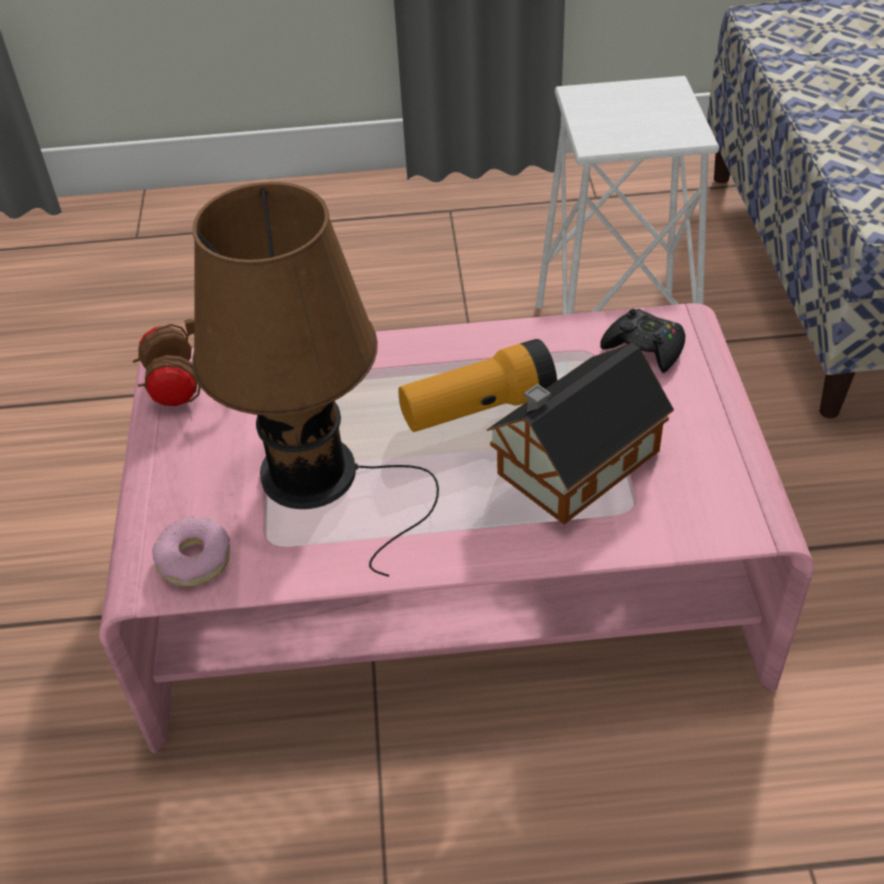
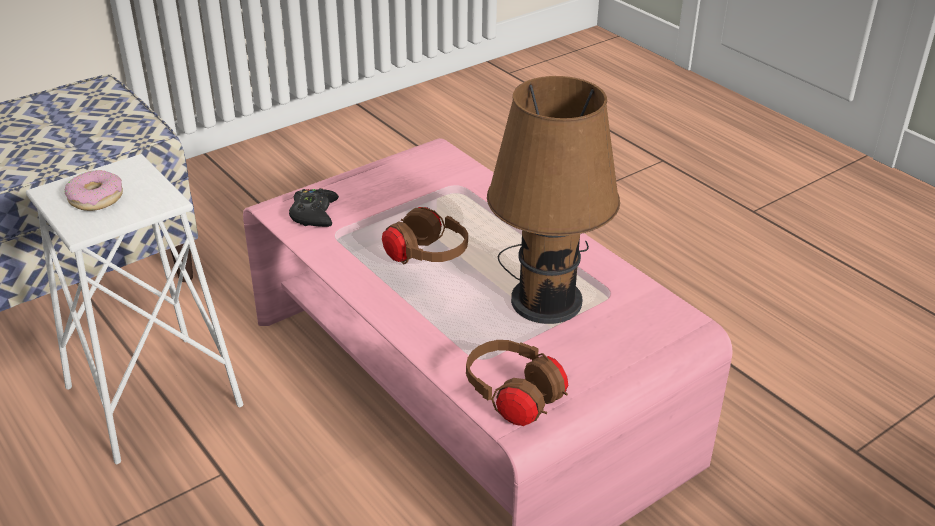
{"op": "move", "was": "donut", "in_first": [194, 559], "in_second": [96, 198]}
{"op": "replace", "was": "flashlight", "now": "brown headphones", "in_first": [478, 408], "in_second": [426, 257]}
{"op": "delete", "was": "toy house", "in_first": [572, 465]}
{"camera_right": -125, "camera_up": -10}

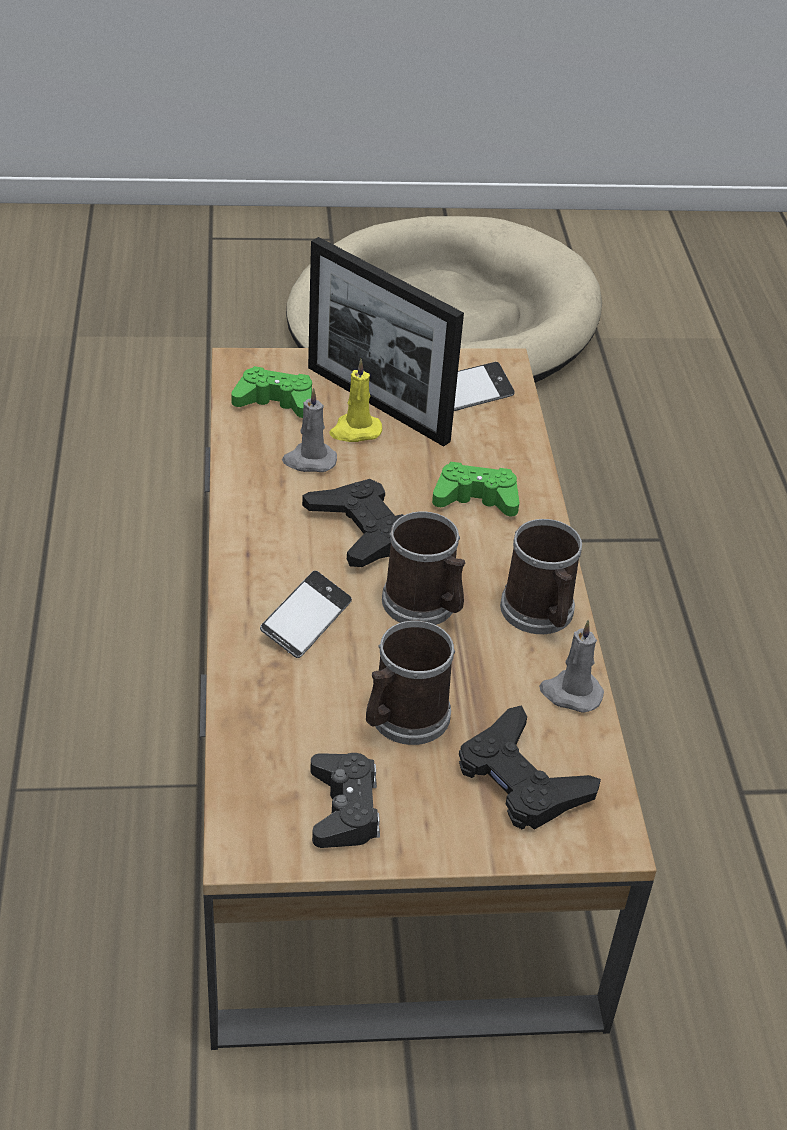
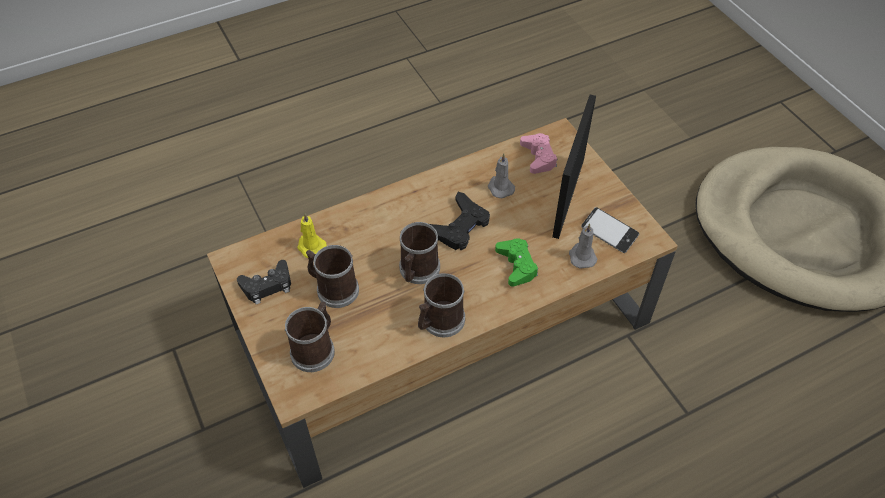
{"op": "recolor", "was": "green game controller", "now": "pink game controller", "in_first": [275, 401], "in_second": [538, 157]}
{"op": "delete", "was": "phone", "in_first": [306, 620]}
{"op": "move", "was": "yellow candle", "in_first": [355, 431], "in_second": [310, 246]}
{"op": "replace", "was": "black game controller", "now": "mug", "in_first": [521, 779], "in_second": [315, 348]}
{"op": "move", "was": "grey candle", "in_first": [570, 693], "in_second": [581, 256]}
{"camera_right": 70, "camera_up": 10}

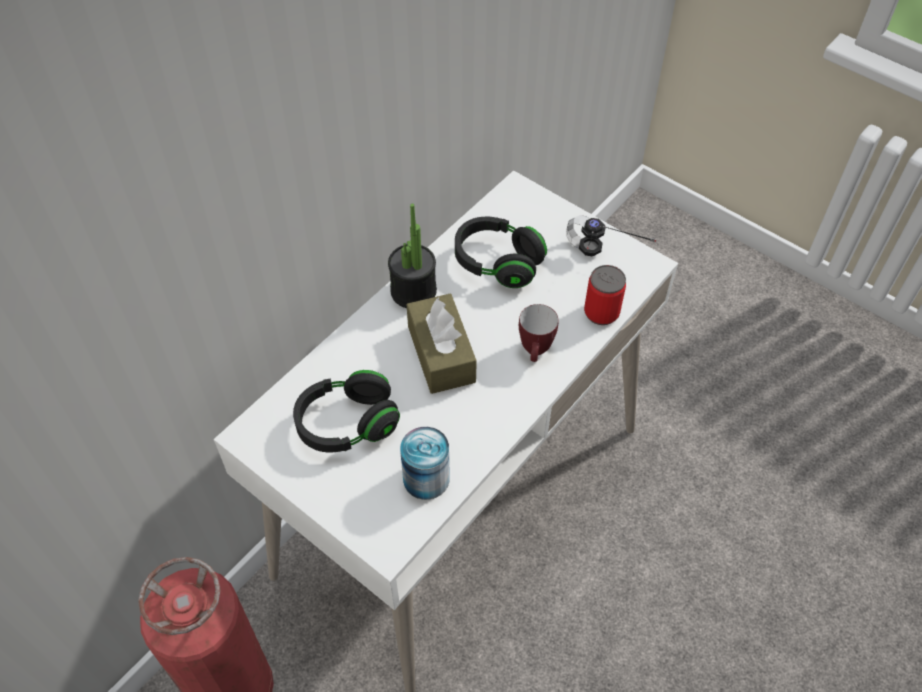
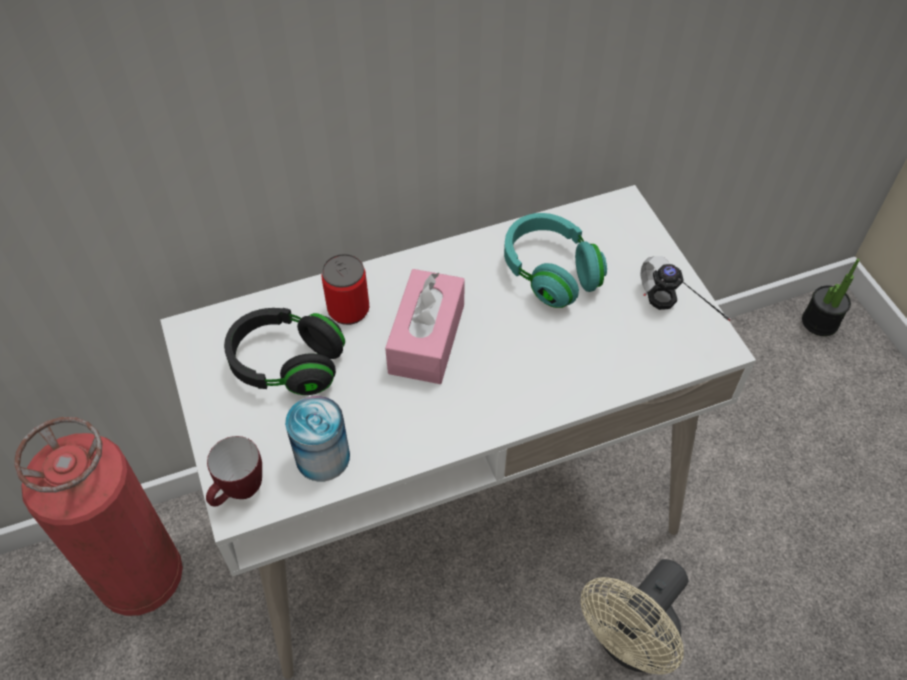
{"op": "move", "was": "potted plant", "in_first": [413, 291], "in_second": [820, 322]}
{"op": "recolor", "was": "brown tissue box", "now": "pink tissue box", "in_first": [441, 354], "in_second": [427, 338]}
{"op": "recolor", "was": "black headphones", "now": "turquoise headphones", "in_first": [498, 263], "in_second": [550, 272]}
{"op": "move", "was": "mug", "in_first": [535, 352], "in_second": [240, 494]}
{"op": "move", "was": "can", "in_first": [601, 312], "in_second": [348, 310]}
{"op": "insert", "now": "beige fan", "in_second": [629, 643]}
{"camera_right": 30, "camera_up": 0}

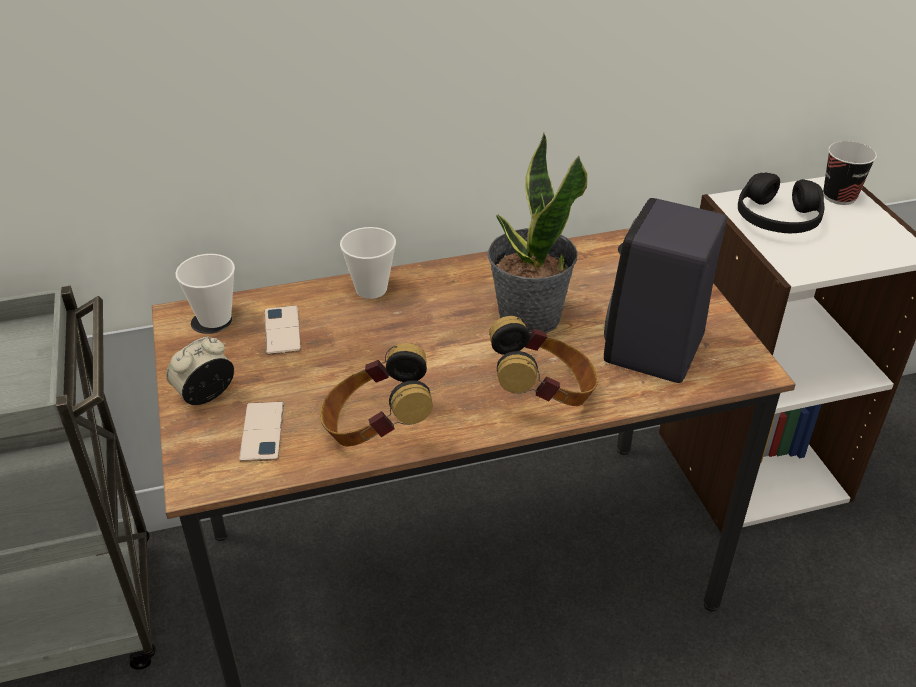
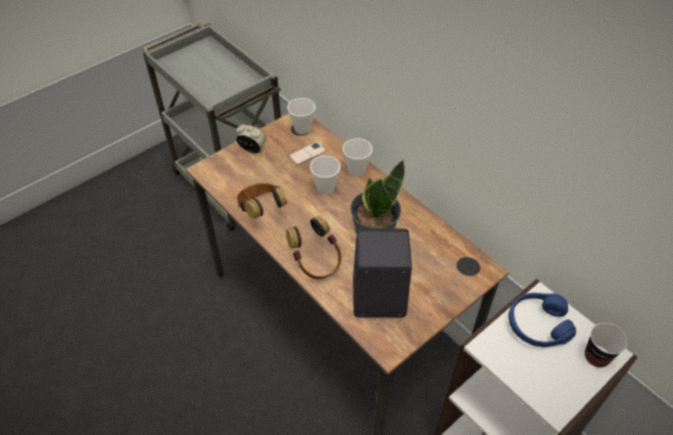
{"op": "delete", "was": "phone", "in_first": [262, 432]}
{"op": "recolor", "was": "black headphones", "now": "blue headphones", "in_first": [777, 218], "in_second": [537, 325]}
{"op": "insert", "now": "cup", "in_second": [325, 188]}
{"camera_right": 65, "camera_up": 10}

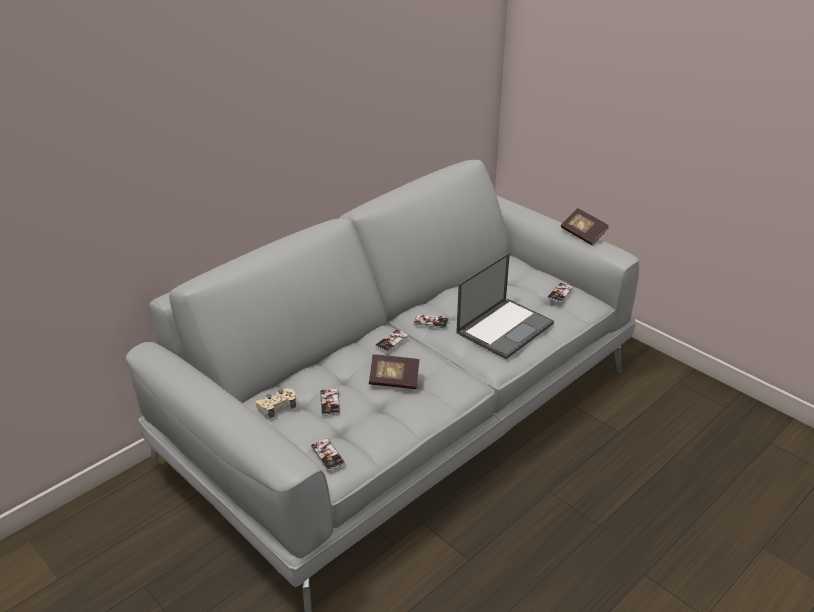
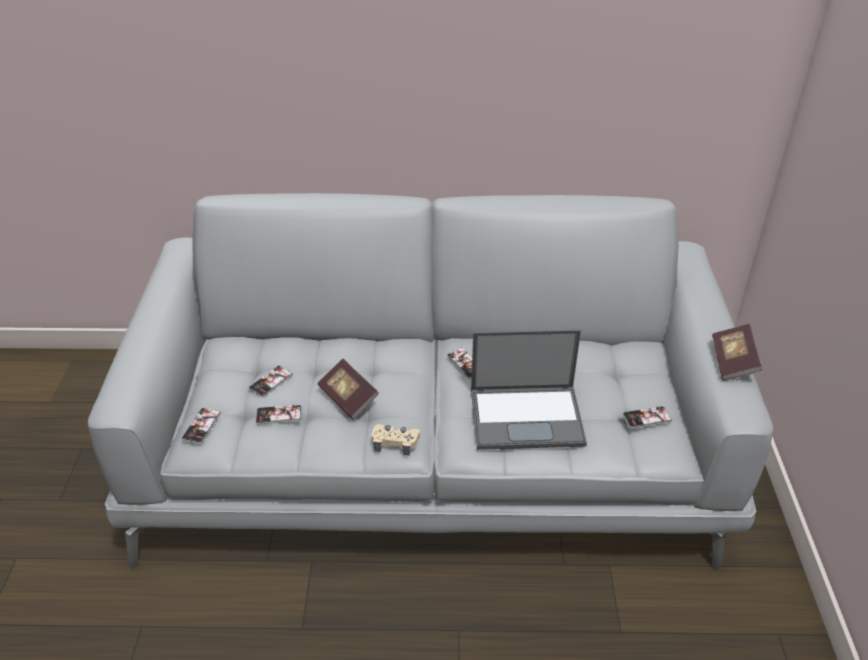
{"op": "move", "was": "beige game controller", "in_first": [277, 405], "in_second": [395, 442]}
{"op": "move", "was": "phone", "in_first": [392, 341], "in_second": [279, 415]}
{"camera_right": 45, "camera_up": 5}

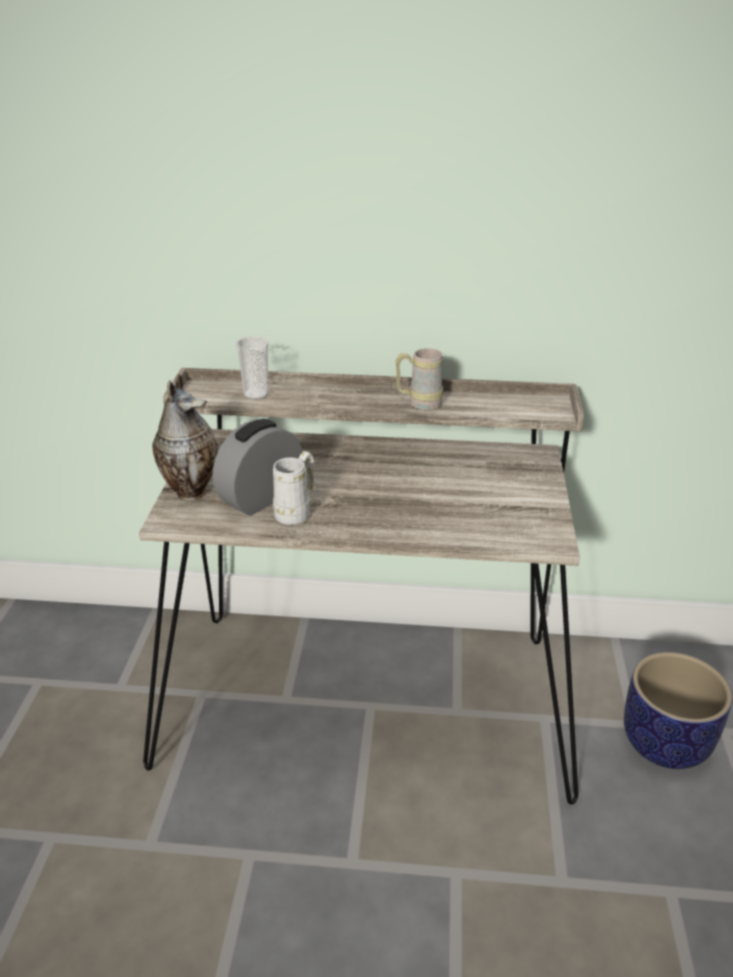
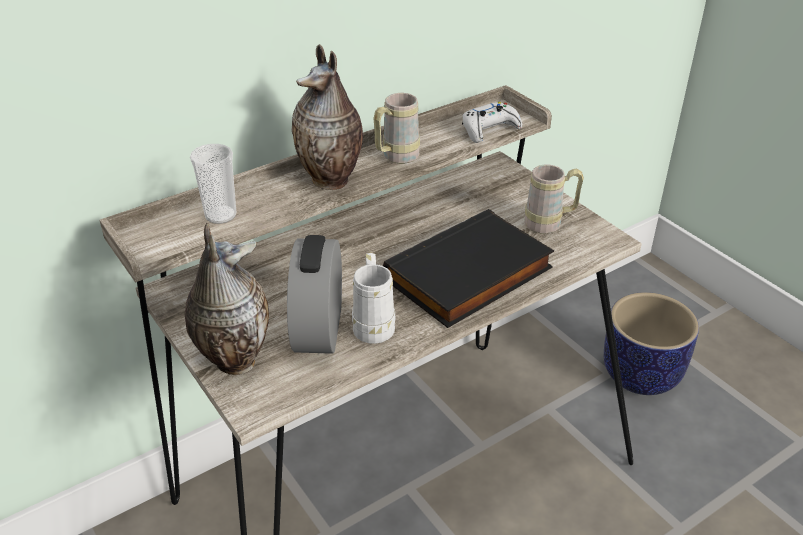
{"op": "insert", "now": "vase", "in_second": [332, 181]}
{"op": "insert", "now": "black book", "in_second": [470, 276]}
{"op": "insert", "now": "white game controller", "in_second": [489, 129]}
{"op": "insert", "now": "beige mug", "in_second": [550, 224]}
{"camera_right": -40, "camera_up": 5}

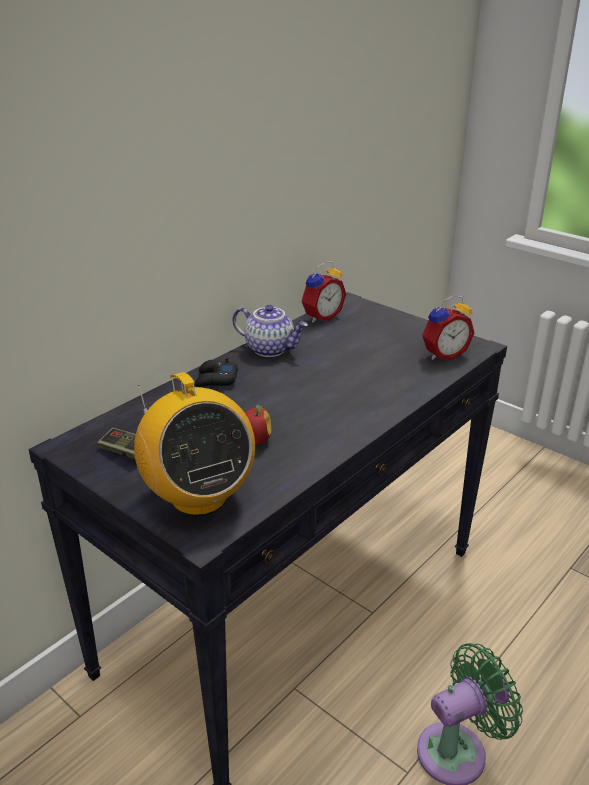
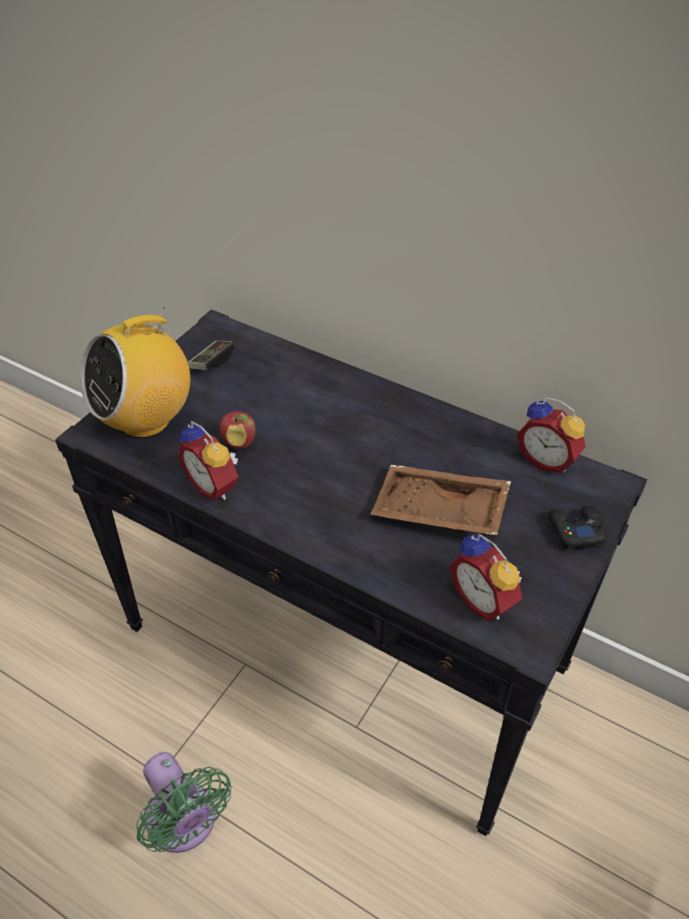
{"op": "move", "was": "black game controller", "in_first": [216, 379], "in_second": [575, 530]}
{"op": "delete", "was": "teapot", "in_first": [270, 349]}
{"op": "insert", "now": "alarm clock", "in_second": [215, 485]}
{"op": "insert", "now": "brown tray", "in_second": [438, 512]}
{"camera_right": 80, "camera_up": 15}

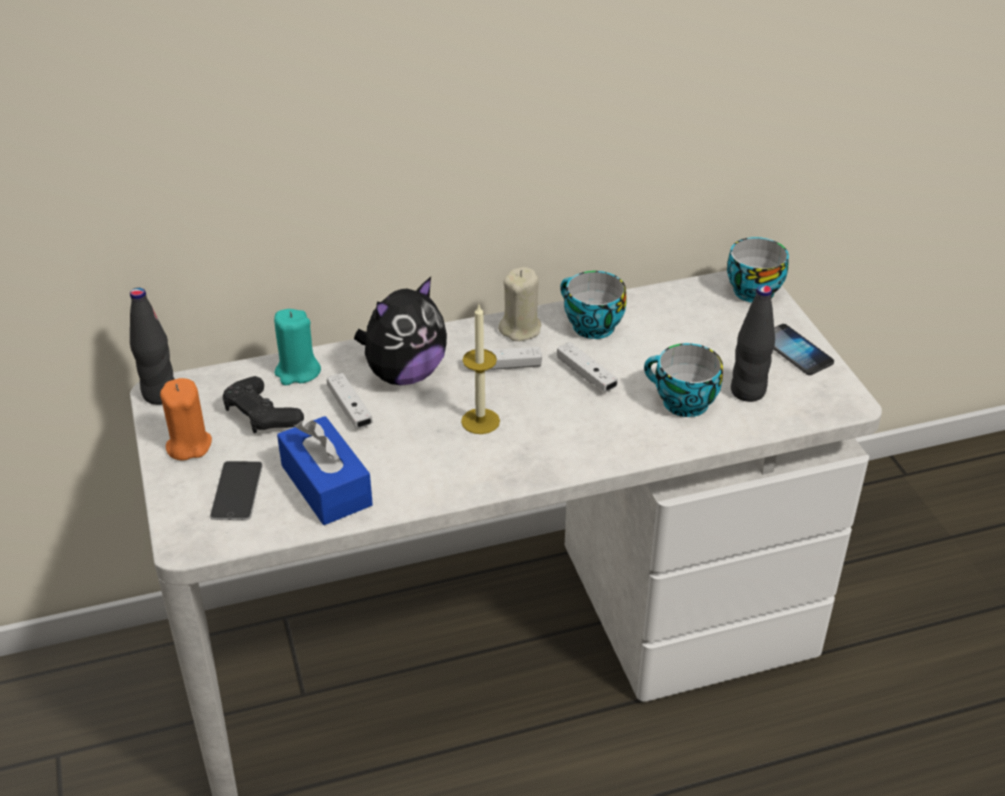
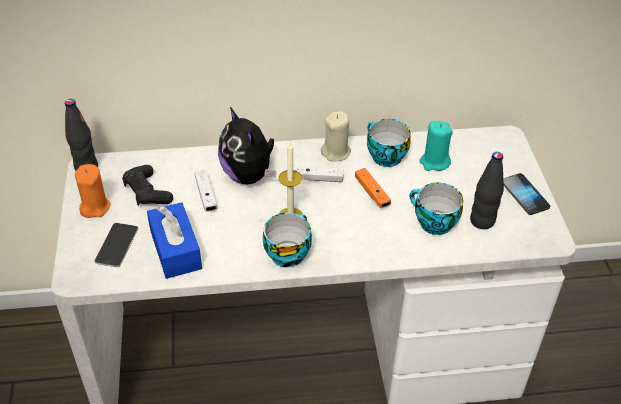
{"op": "move", "was": "turquoise candle", "in_first": [297, 372], "in_second": [434, 162]}
{"op": "rotate", "was": "plush toy", "in_first": [404, 374], "in_second": [249, 175], "clockwise": 90}
{"op": "recolor", "was": "white game controller", "now": "orange game controller", "in_first": [586, 375], "in_second": [372, 193]}
{"op": "move", "was": "cup", "in_first": [752, 289], "in_second": [287, 252]}
{"camera_right": 10, "camera_up": 5}

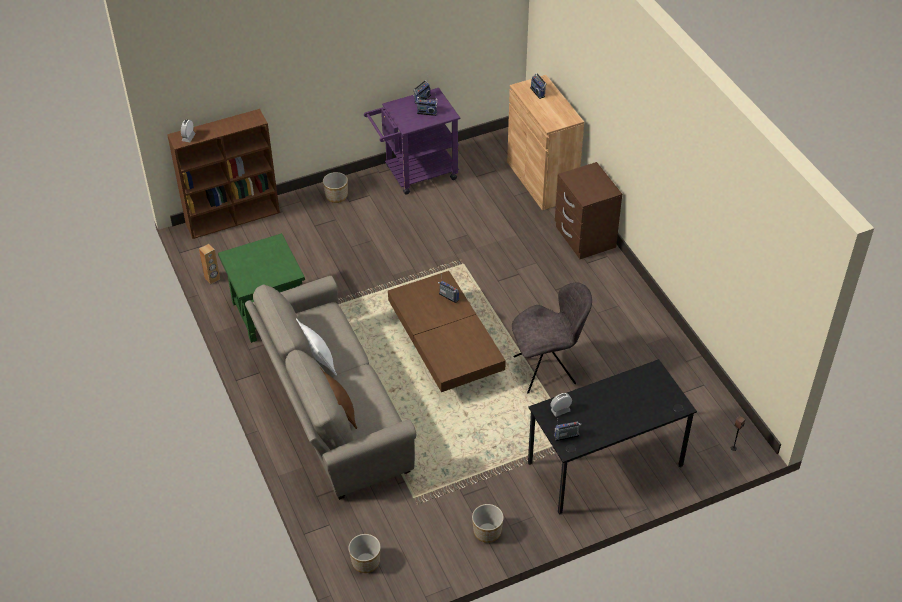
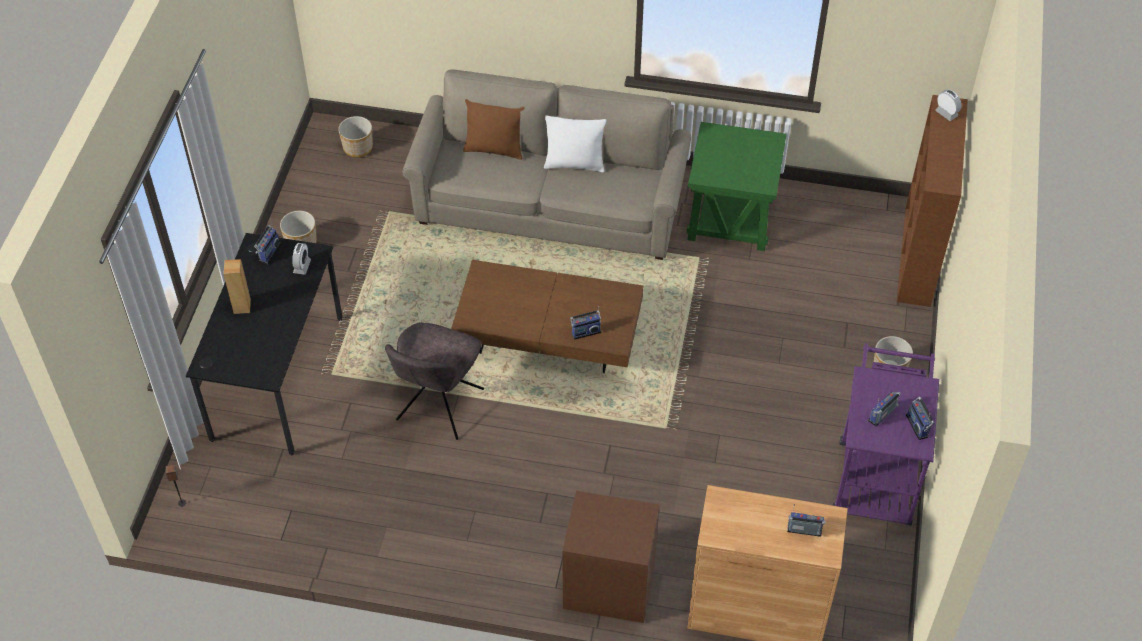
{"op": "move", "was": "brown speaker", "in_first": [212, 279], "in_second": [241, 306]}
{"camera_right": 125, "camera_up": 5}

